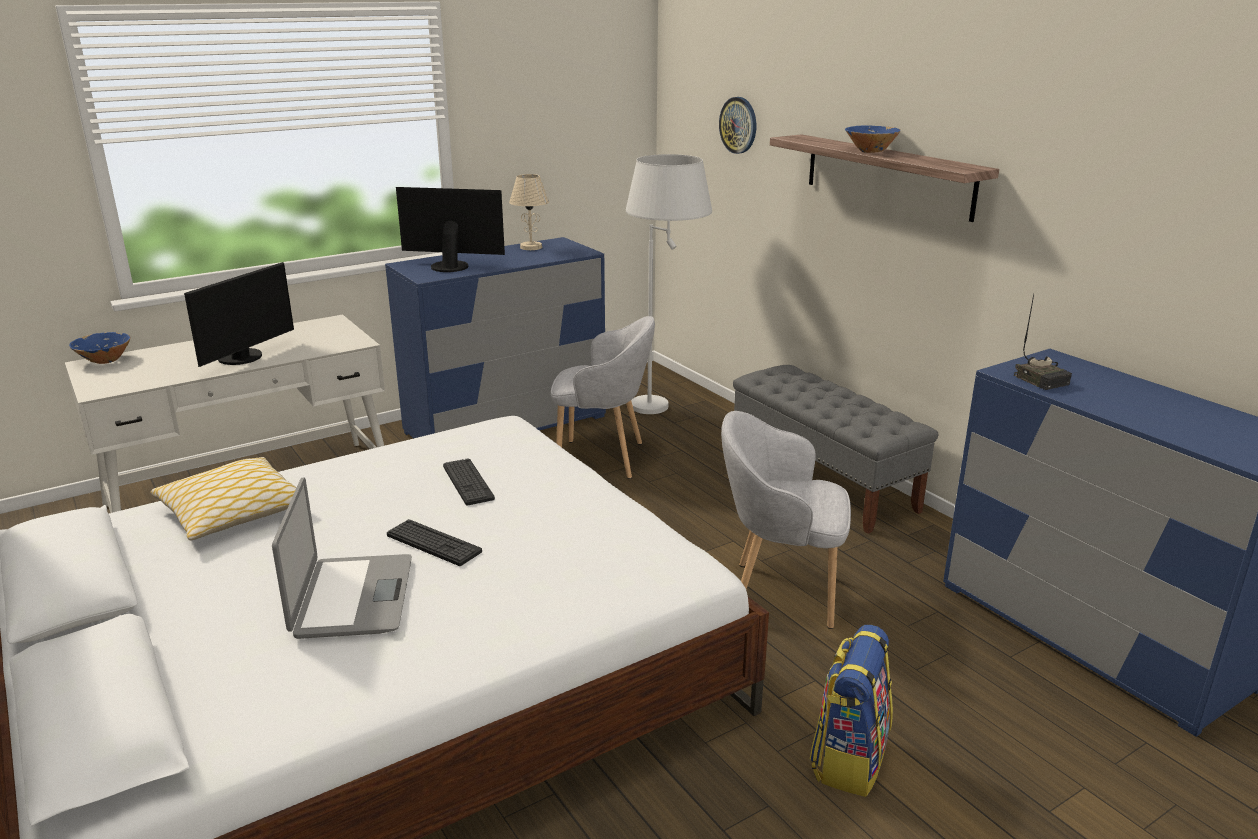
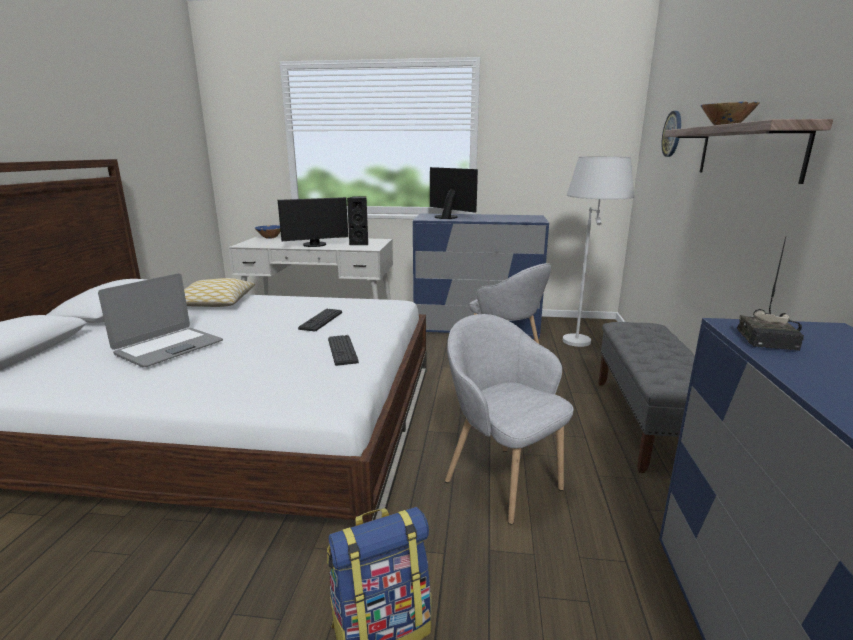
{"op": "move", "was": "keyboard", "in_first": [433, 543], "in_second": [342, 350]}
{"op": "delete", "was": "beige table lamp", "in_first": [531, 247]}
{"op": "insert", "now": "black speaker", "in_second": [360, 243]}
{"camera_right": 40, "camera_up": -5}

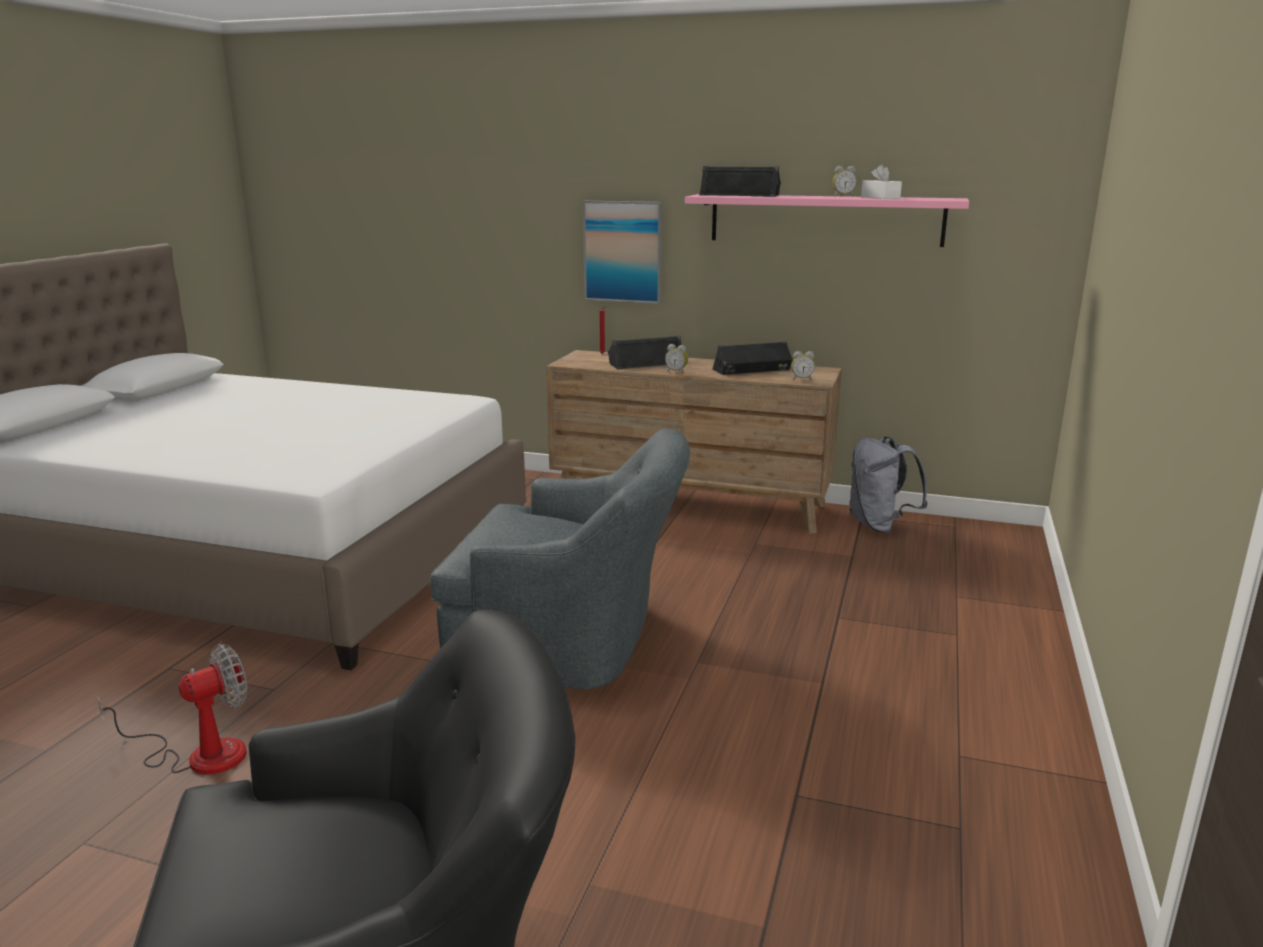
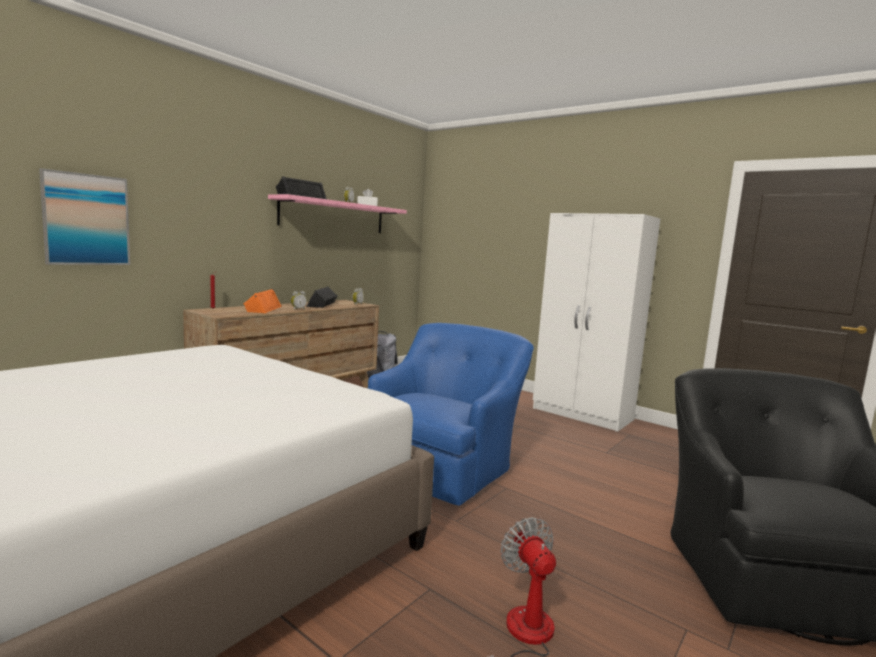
{"op": "recolor", "was": "grey armchair", "now": "blue armchair", "in_first": [572, 640], "in_second": [440, 466]}
{"op": "move", "was": "picture", "in_first": [623, 252], "in_second": [86, 219]}
{"op": "recolor", "was": "black speaker", "now": "orange speaker", "in_first": [645, 363], "in_second": [262, 309]}
{"op": "insert", "now": "white wardrobe", "in_second": [583, 414]}
{"camera_right": -70, "camera_up": -10}

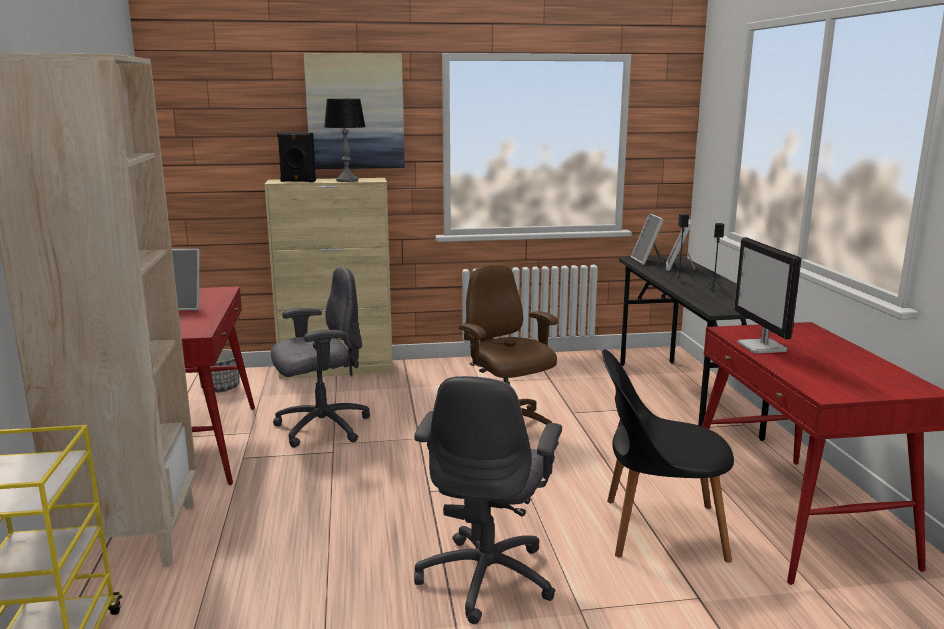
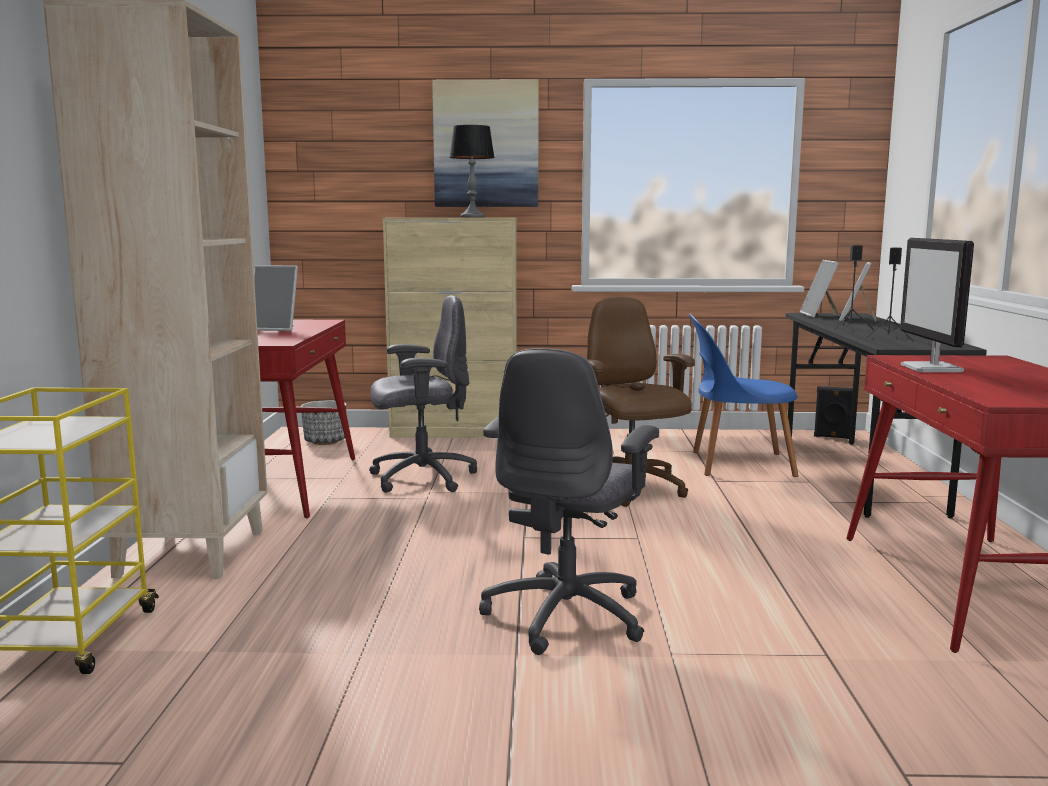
{"op": "move", "was": "black speaker", "in_first": [297, 181], "in_second": [832, 437]}
{"op": "delete", "was": "black chair", "in_first": [657, 529]}
{"op": "insert", "now": "blue chair", "in_second": [737, 464]}
{"camera_right": 10, "camera_up": -5}

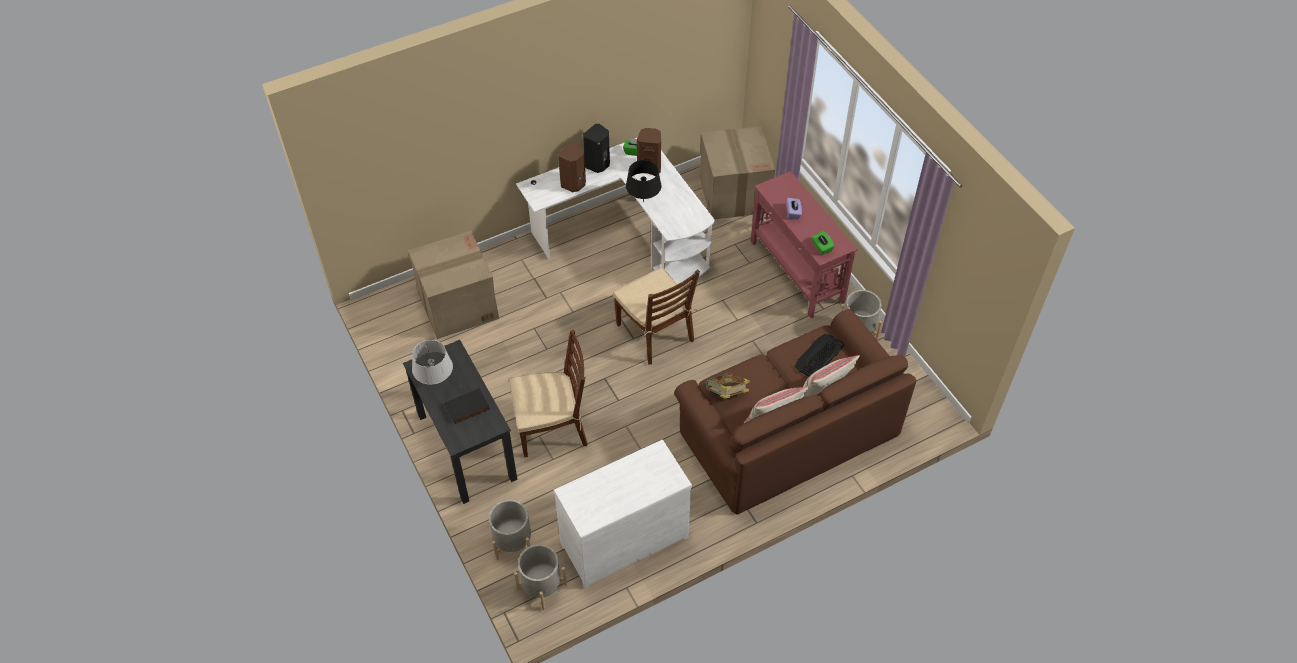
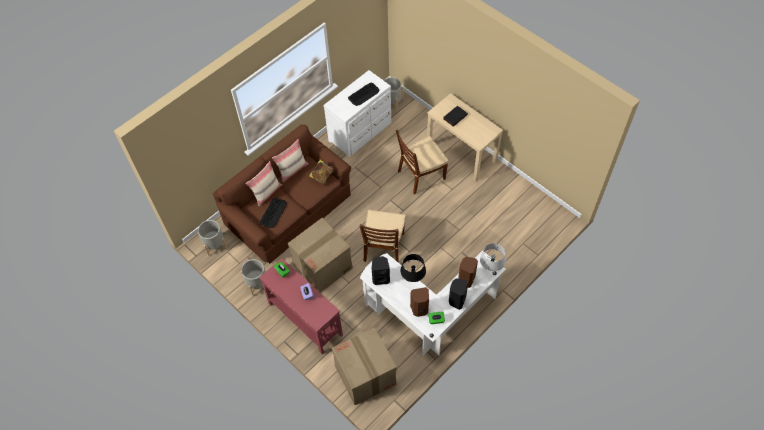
{"op": "recolor", "was": "black desk", "now": "beige desk", "in_first": [466, 446], "in_second": [461, 153]}
{"op": "move", "was": "cardboard box", "in_first": [457, 305], "in_second": [323, 266]}
{"op": "move", "was": "grey table lamp", "in_first": [436, 383], "in_second": [491, 268]}
{"op": "move", "was": "grey planter", "in_first": [513, 542], "in_second": [215, 244]}
{"op": "rotate", "was": "brown chair", "in_first": [655, 333], "in_second": [384, 247], "clockwise": -120}
{"op": "insert", "now": "keyboard", "in_second": [364, 94]}
{"op": "insert", "now": "black speaker", "in_second": [381, 278]}
{"camera_right": 165, "camera_up": 5}

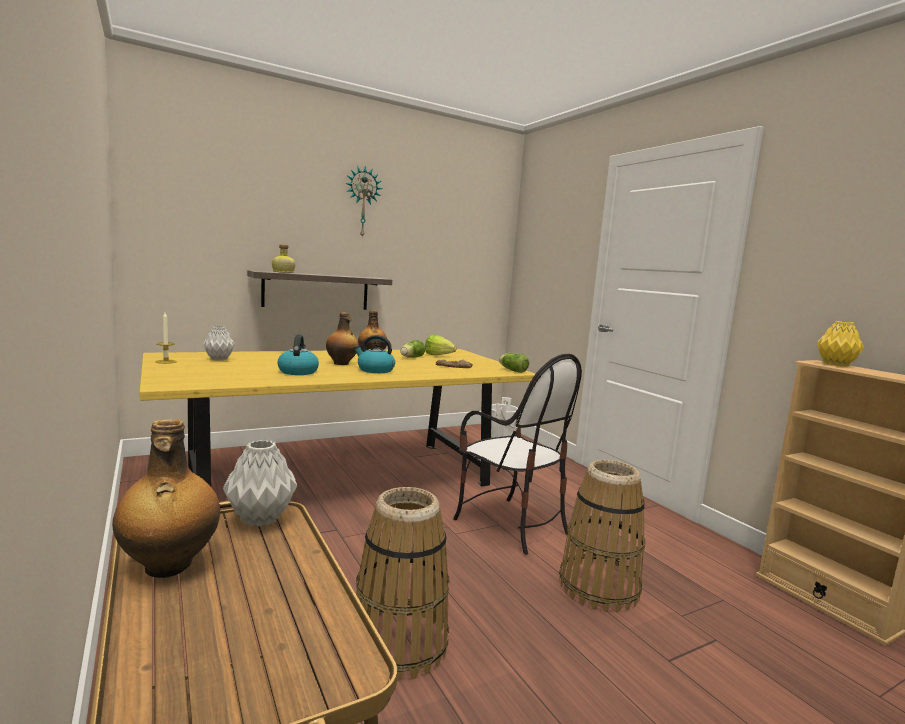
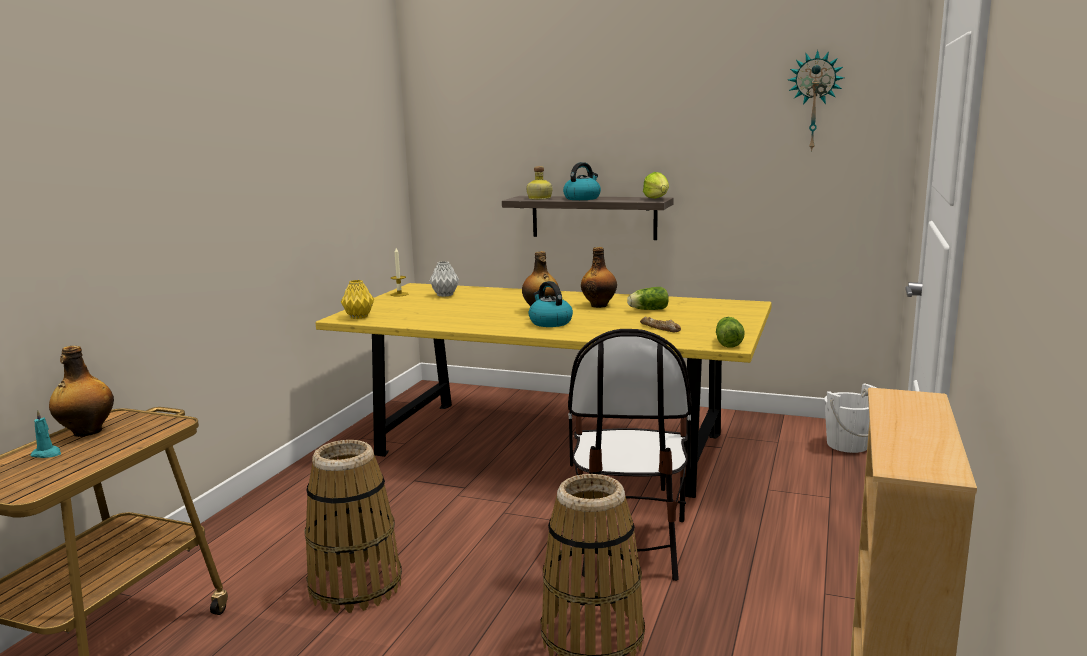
{"op": "delete", "was": "grey vase", "in_first": [259, 519]}
{"op": "move", "was": "kettle", "in_first": [298, 371], "in_second": [582, 198]}
{"op": "move", "was": "wall clock", "in_first": [362, 202], "in_second": [814, 101]}
{"op": "move", "was": "lettuce", "in_first": [440, 356], "in_second": [657, 199]}
{"op": "move", "was": "yellow vase", "in_first": [836, 365], "in_second": [359, 317]}
{"op": "insert", "now": "turquoise candle", "in_second": [47, 454]}
{"camera_right": 50, "camera_up": 5}

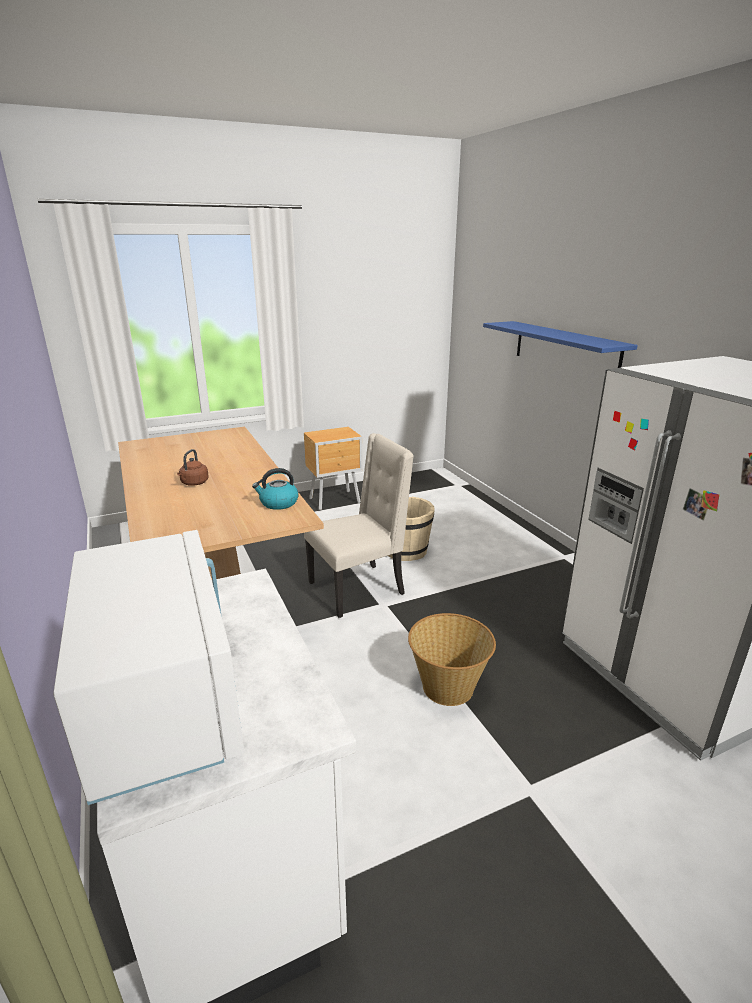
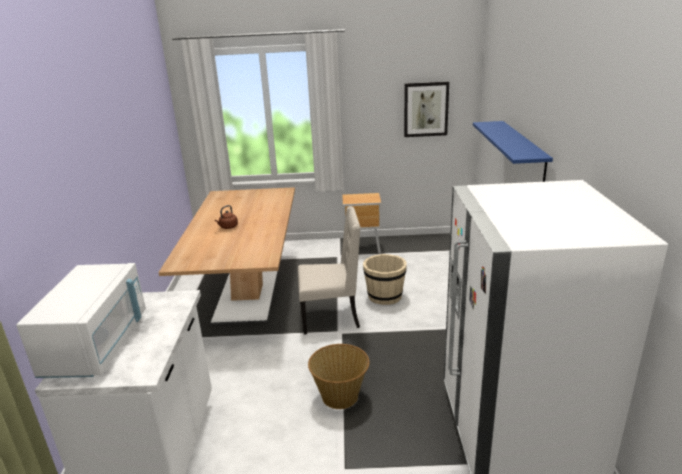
{"op": "delete", "was": "kettle", "in_first": [278, 503]}
{"op": "insert", "now": "picture", "in_second": [426, 109]}
{"camera_right": 25, "camera_up": 0}

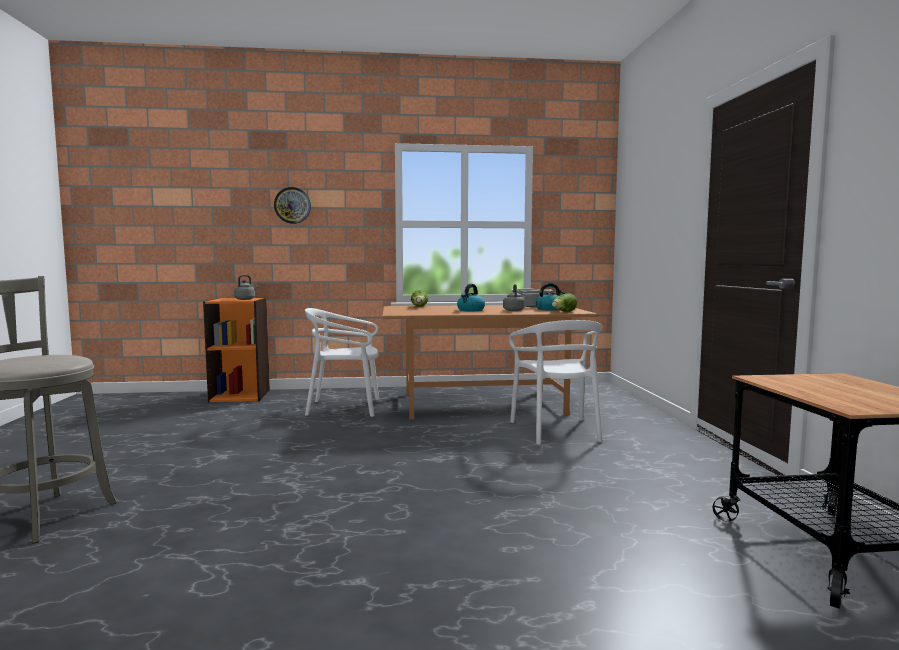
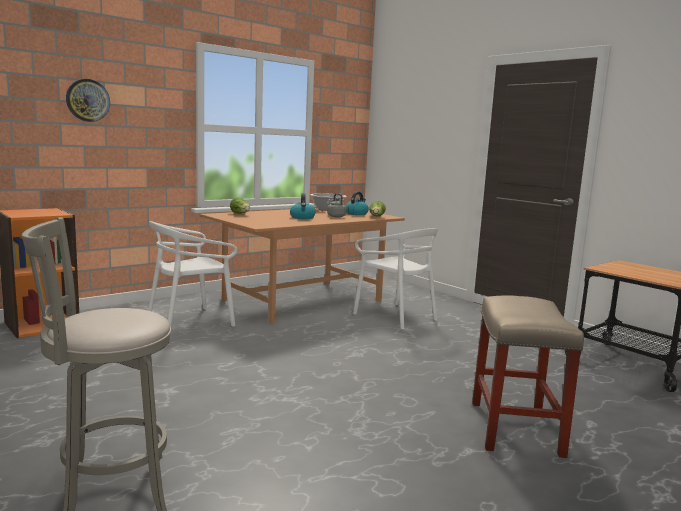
{"op": "delete", "was": "grey kettle", "in_first": [245, 299]}
{"op": "insert", "now": "beige stool", "in_second": [516, 429]}
{"camera_right": -35, "camera_up": 5}

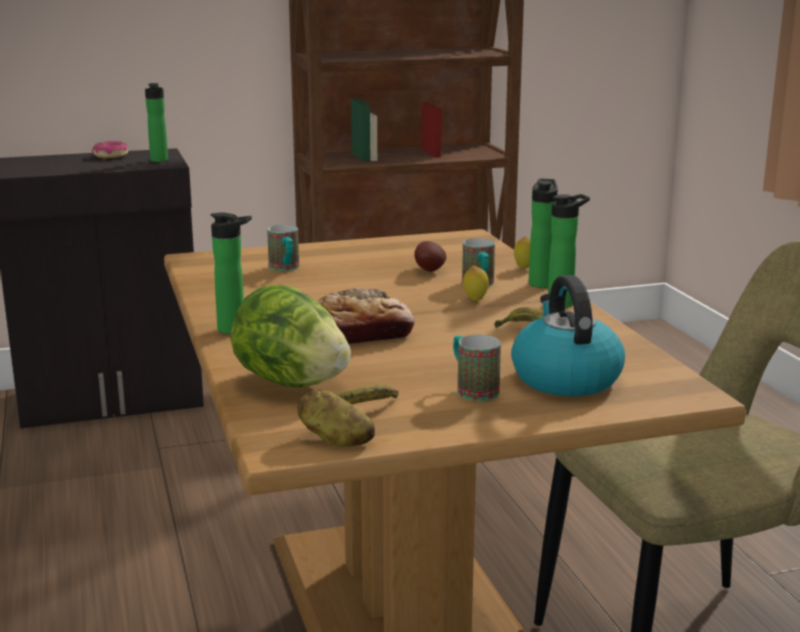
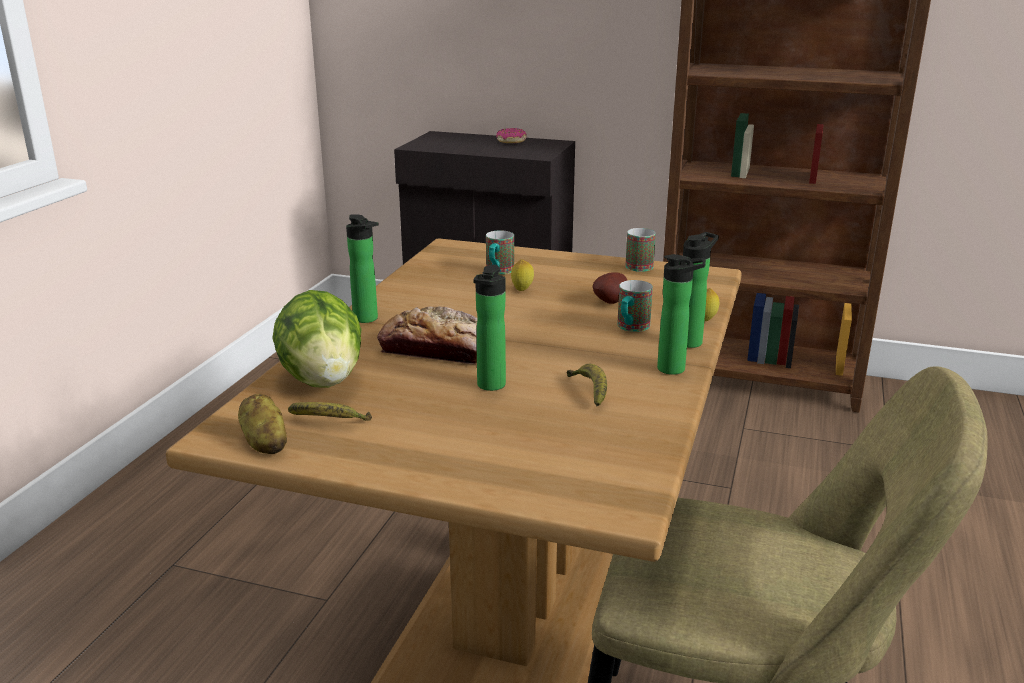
{"op": "move", "was": "bottle", "in_first": [159, 161], "in_second": [490, 386]}
{"op": "move", "was": "mug", "in_first": [472, 389], "in_second": [639, 264]}
{"op": "move", "was": "lemon", "in_first": [475, 300], "in_second": [522, 290]}
{"op": "delete", "was": "kettle", "in_first": [564, 378]}
{"camera_right": 35, "camera_up": 5}

